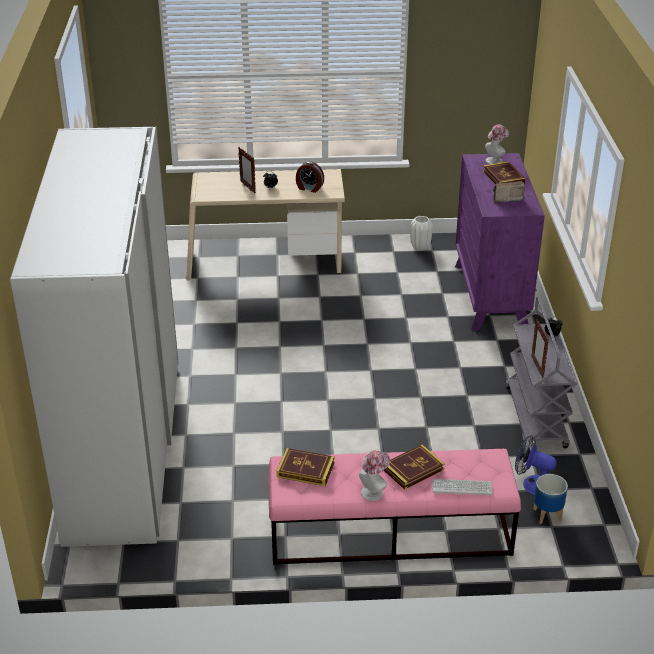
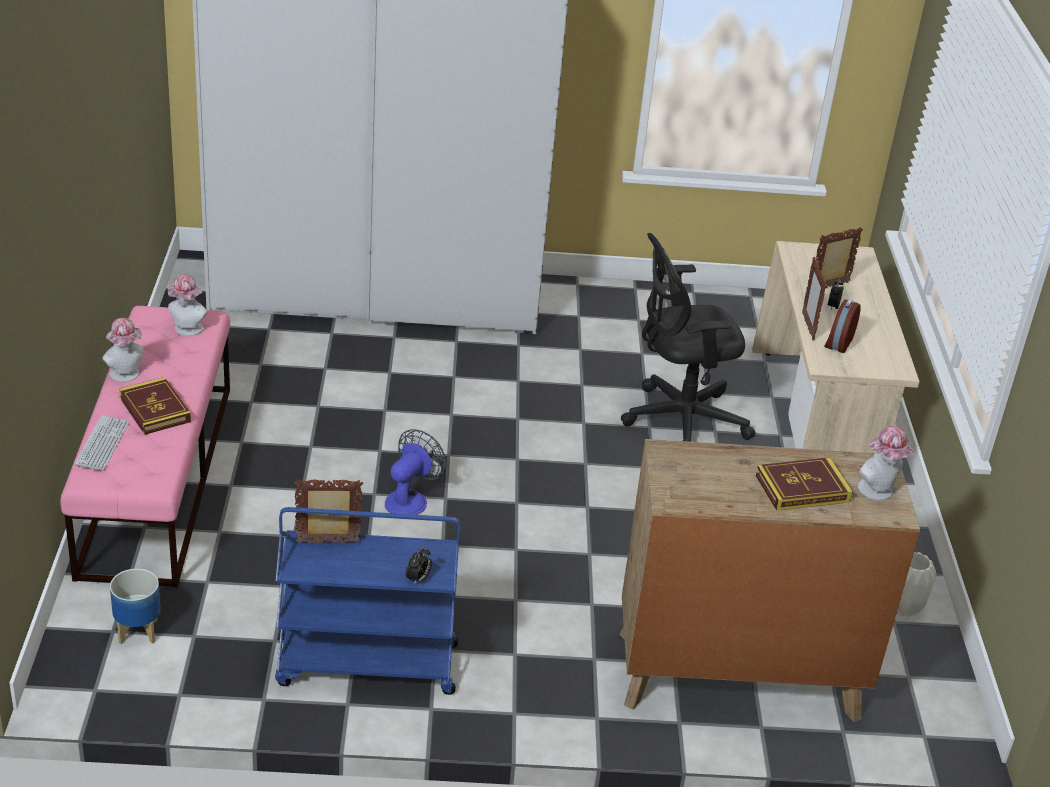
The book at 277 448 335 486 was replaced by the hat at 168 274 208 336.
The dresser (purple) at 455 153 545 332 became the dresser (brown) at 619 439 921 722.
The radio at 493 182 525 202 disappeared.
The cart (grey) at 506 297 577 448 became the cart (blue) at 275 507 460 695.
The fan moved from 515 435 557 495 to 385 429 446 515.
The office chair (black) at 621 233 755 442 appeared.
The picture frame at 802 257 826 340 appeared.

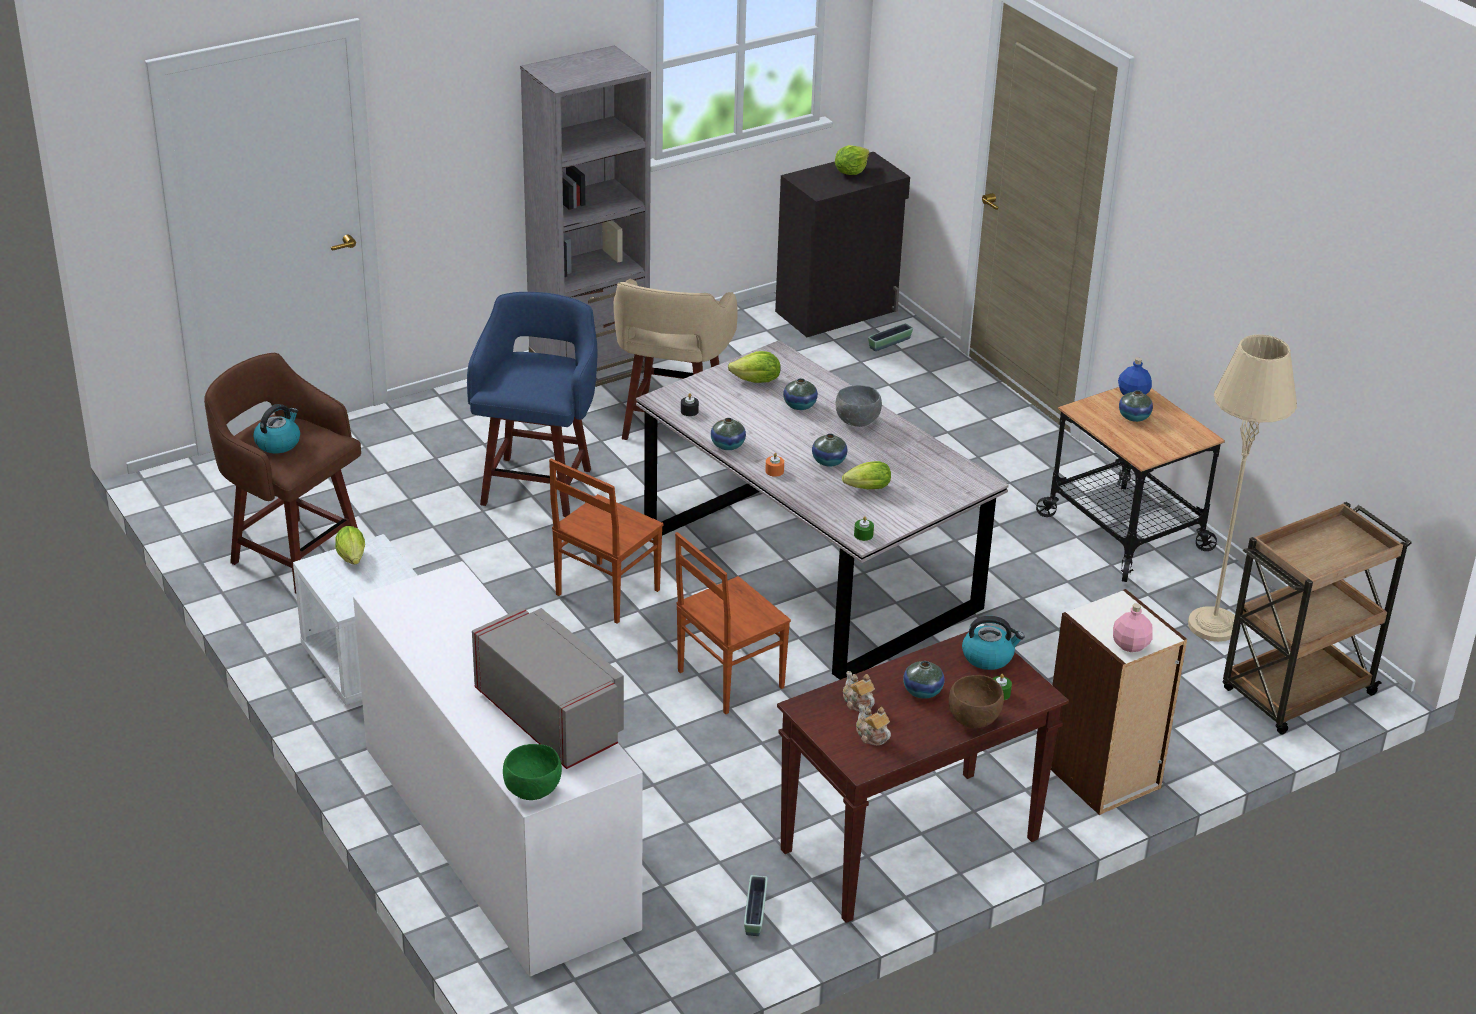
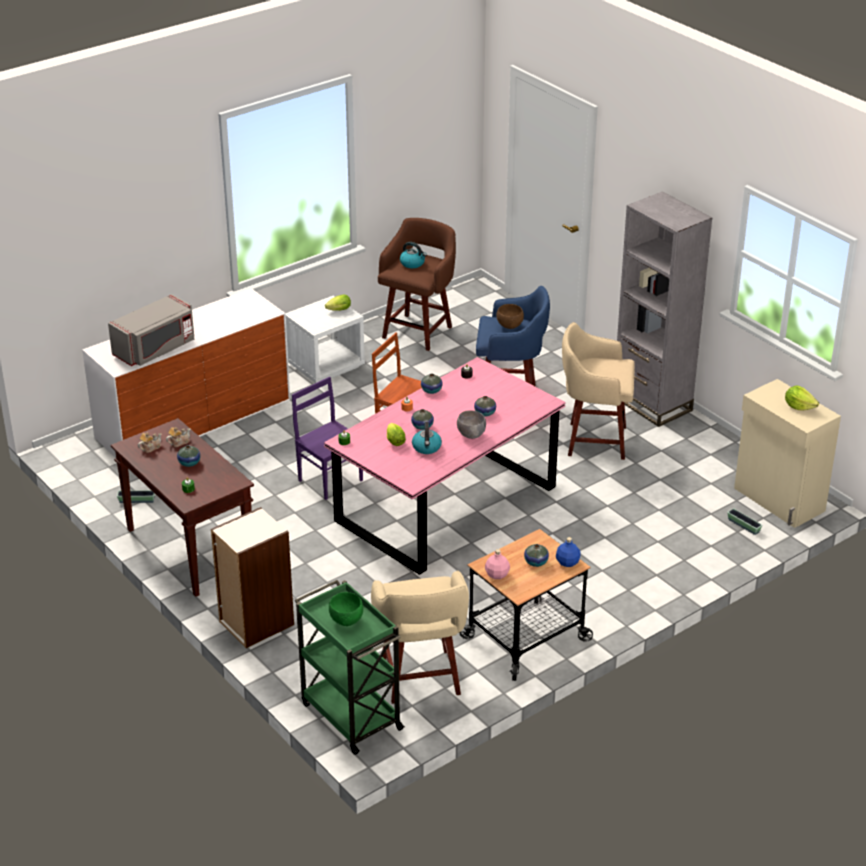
The bowl (green) moved from 503 744 562 800 to 329 592 363 626.
The dining table (grey) at 636 340 1009 680 became the dining table (pink) at 324 357 566 575.
The chair (brown) at 675 532 791 714 became the chair (purple) at 292 377 363 500.
The lettuce at 728 351 781 383 disappeared.
The cabinet (black) at 775 152 910 337 became the cabinet (beige) at 734 379 841 528.
The bowl (brown) moved from 949 675 1004 728 to 497 304 524 329.
The kettle moved from 962 616 1025 670 to 412 422 442 454.
The bottle (pink) moved from 1113 603 1153 652 to 485 549 510 579.
The floor lamp (beige) at 1188 334 1297 642 was replaced by the stool (beige) at 371 570 469 704.
The cart (brown) at 1223 502 1412 735 became the cart (green) at 295 580 405 755.

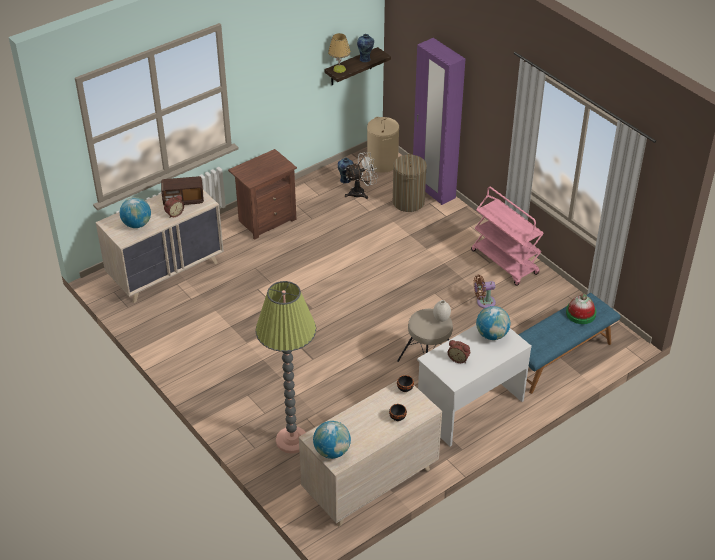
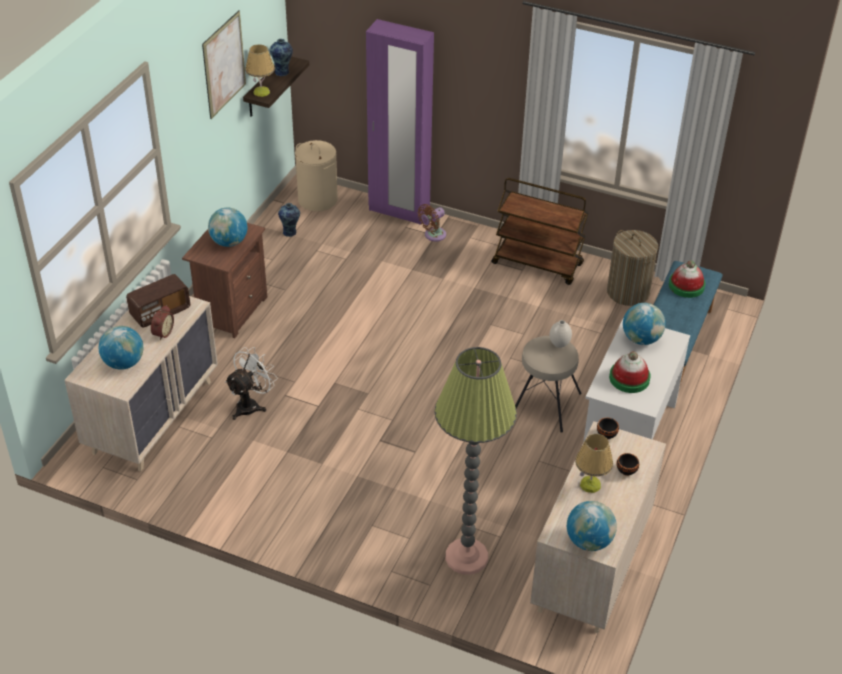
The fan (white) moved from 345 152 378 199 to 225 347 278 420.
The laundry basket moved from 393 154 427 212 to 607 230 658 306.
The alarm clock at 448 340 470 363 was replaced by the hat at 609 351 651 393.
The cart (pink) at 471 187 544 286 became the cart (brown) at 491 178 589 285.
The fan (brown) moved from 474 274 496 309 to 418 204 446 241.
The picture at 202 10 246 119 appeared.
The globe at 208 208 247 247 appeared.
The table lamp at 575 434 613 493 appeared.

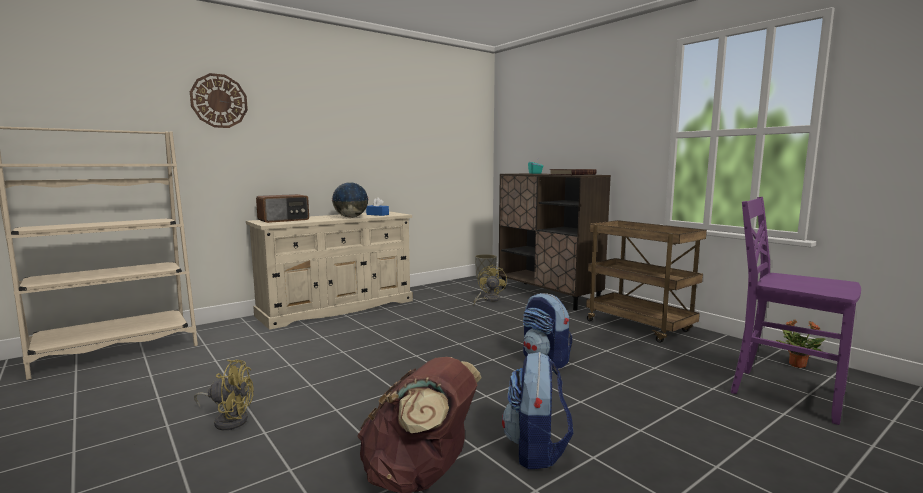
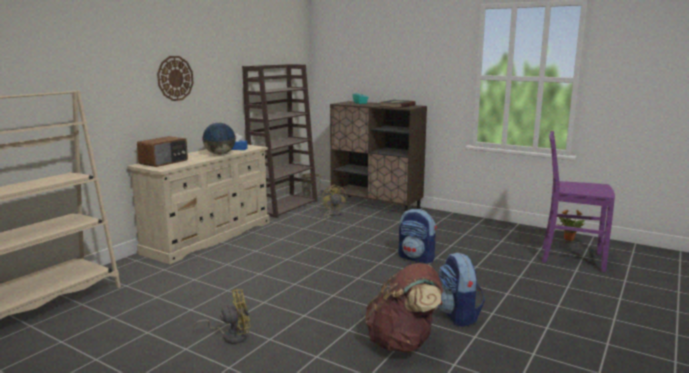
The wall clock moved from 190 73 248 128 to 157 56 193 101.
The cart (brown) at 586 220 707 343 disappeared.
The bookcase (brown) at 242 64 318 218 appeared.

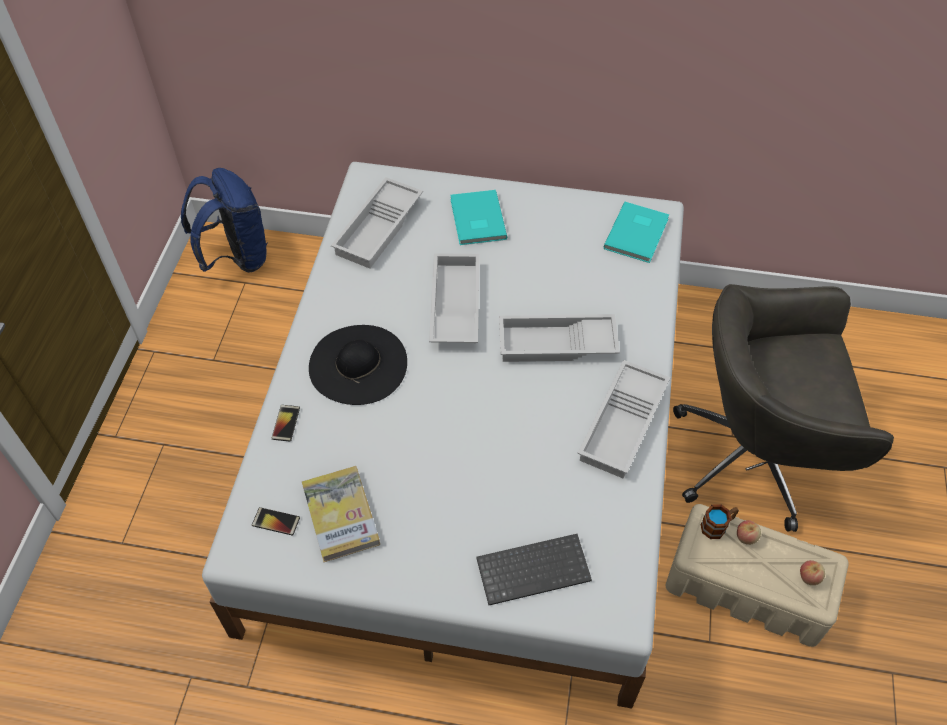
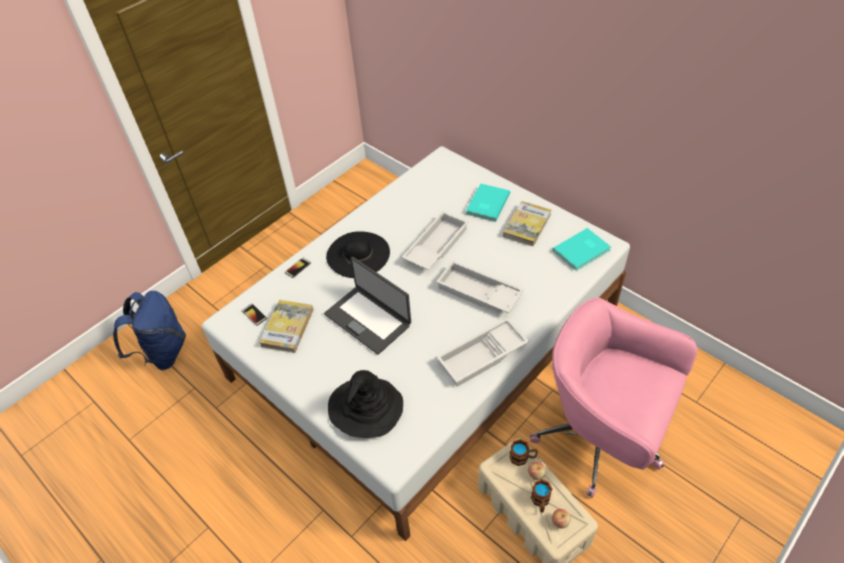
The backpack (blue) moved from 181 168 268 273 to 113 291 186 370.
The tray (white) at 331 177 423 268 disappeared.
The keyboard at 476 534 592 605 was replaced by the hat (black) at 328 370 403 438.
The office chair (grey) at 673 284 894 532 became the office chair (pink) at 530 298 697 498.
The laptop at 324 257 411 355 appeared.
The book at 503 201 552 247 appeared.
The mug at 531 479 552 512 appeared.

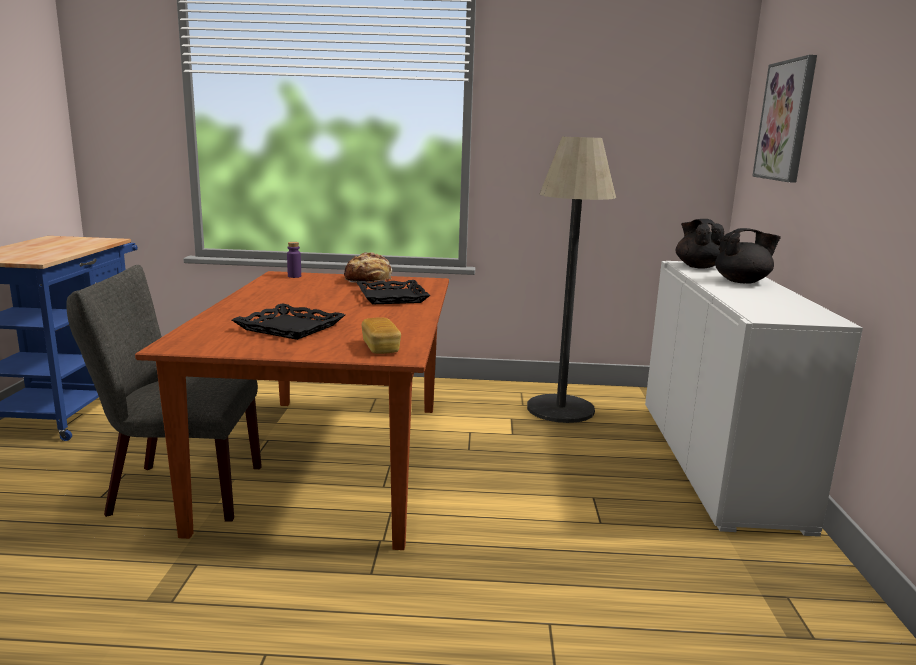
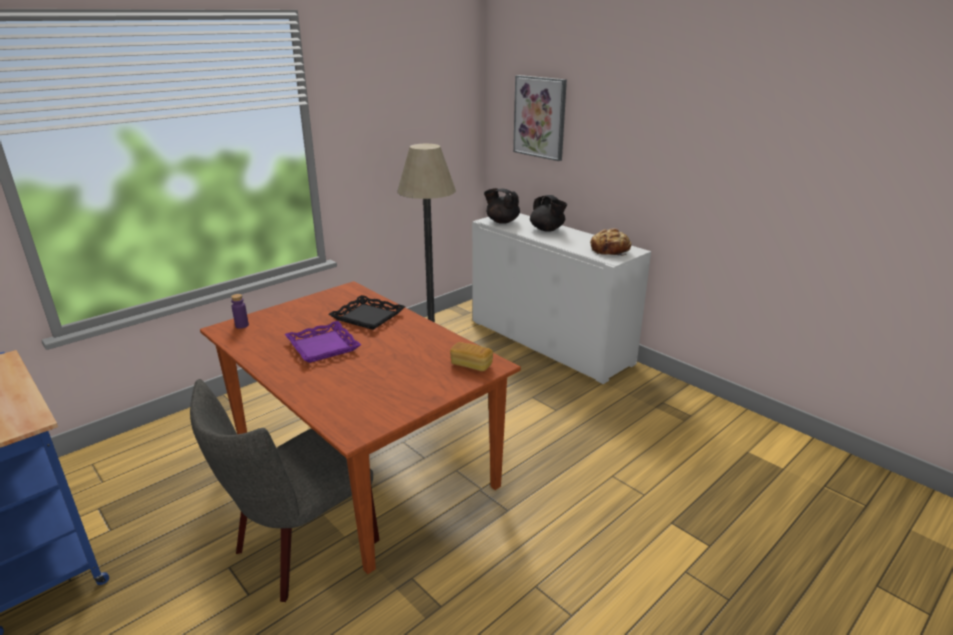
The tray (black) at 232 304 345 340 disappeared.
The bread moved from 344 252 392 283 to 590 228 631 256.
The teapot (black) at 715 228 781 283 turned 105 degrees clockwise.
The tray (purple) at 285 321 361 363 appeared.

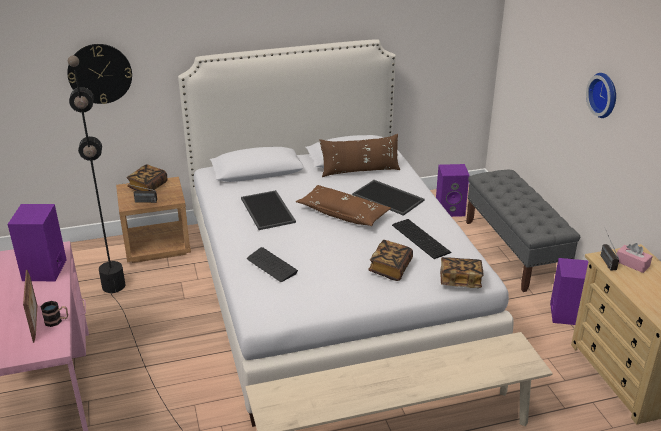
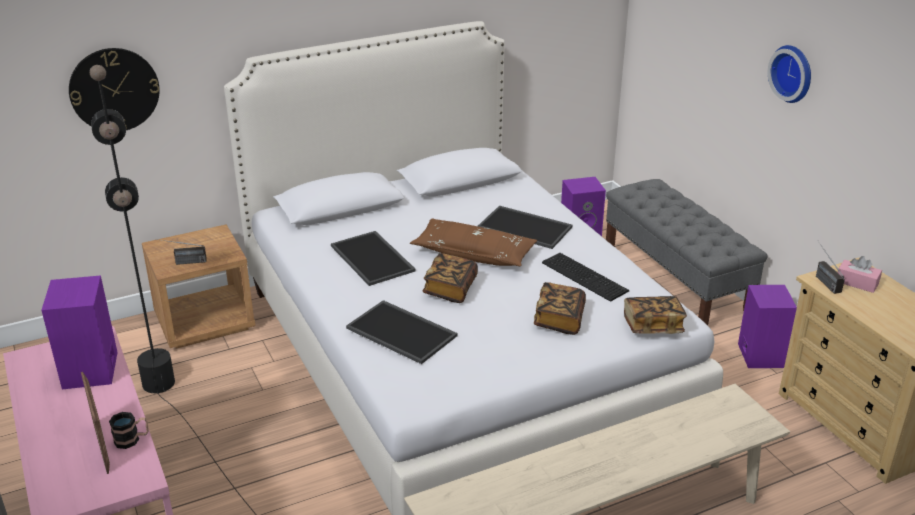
The book moved from 126 164 167 191 to 423 253 478 303.
The keyboard at 247 247 298 282 was replaced by the tray at 346 300 458 364.
The pillow (brown) at 319 134 400 177 disappeared.

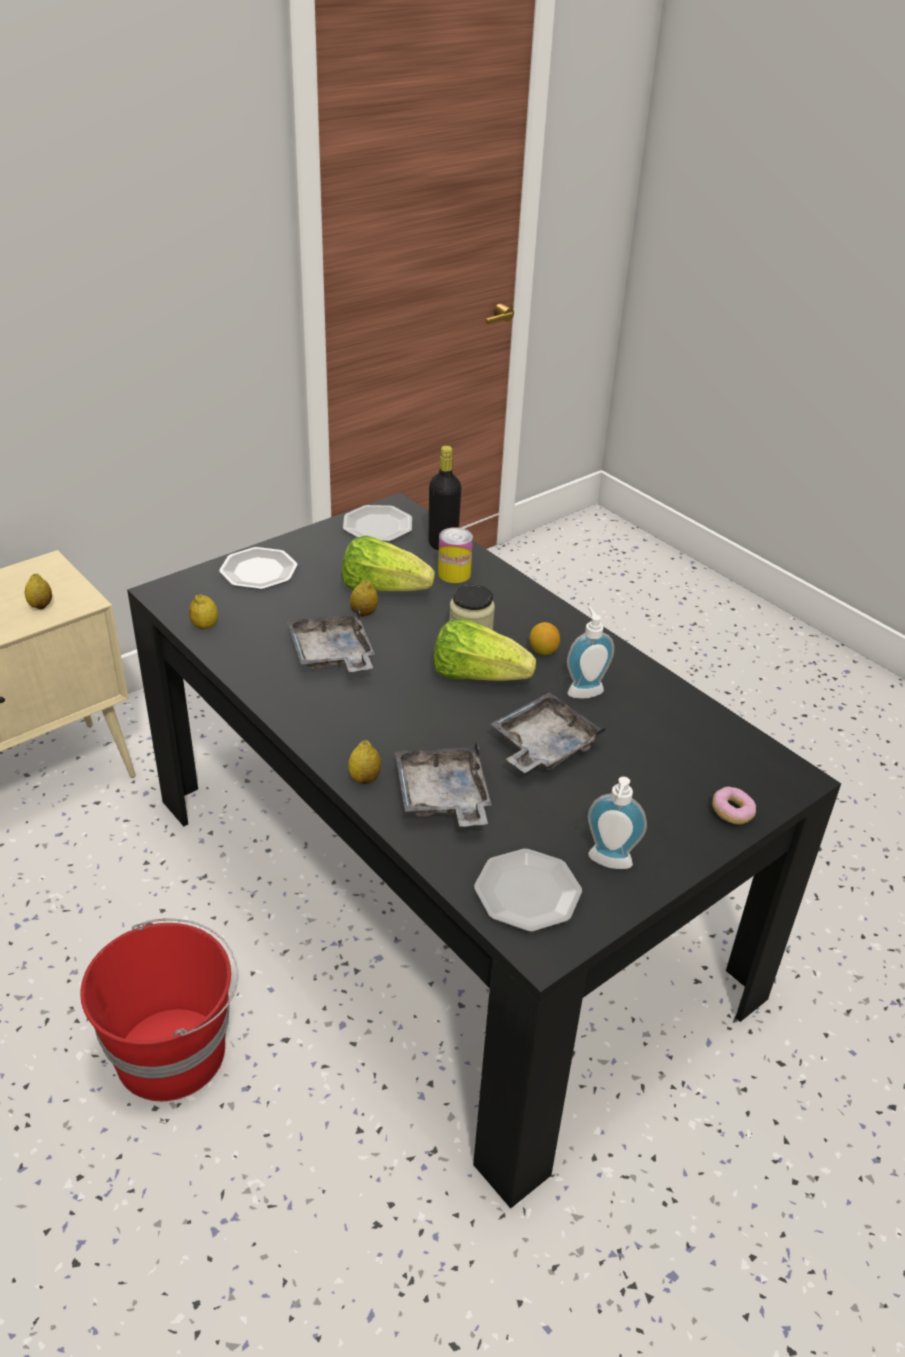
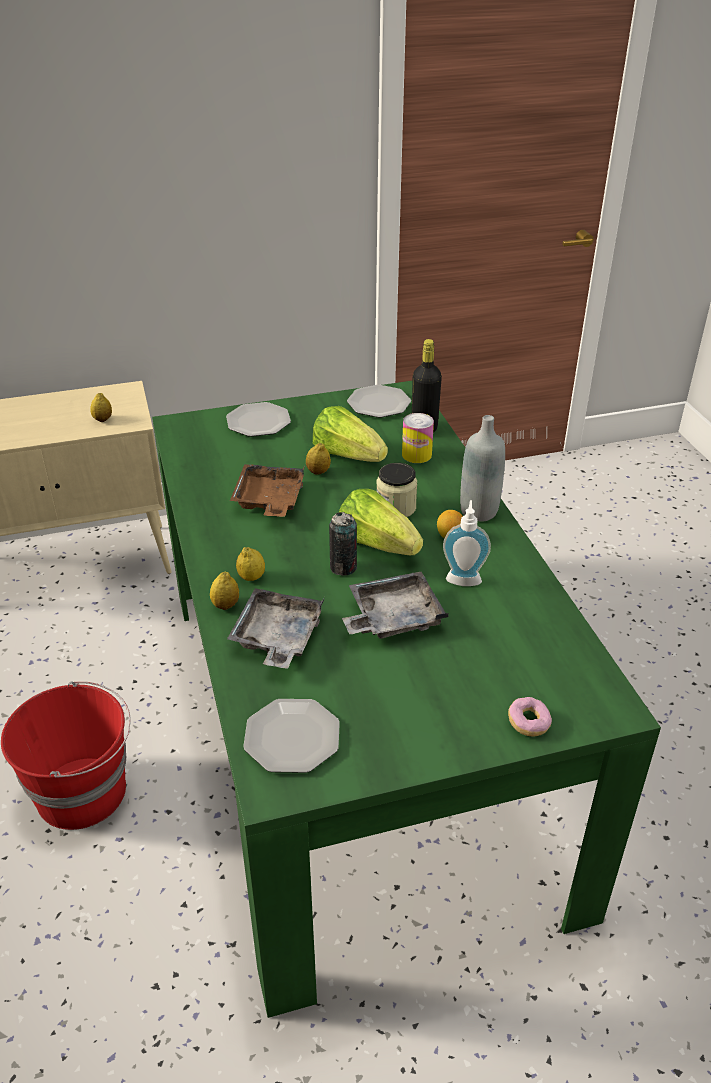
The dining table (black) at 127 493 841 1208 became the dining table (green) at 152 381 661 1018.
The lemon moved from 189 594 218 629 to 236 547 265 581.
The tray (grey) at 287 607 375 672 became the tray (brown) at 230 464 305 517.
The soap dispenser at 588 777 647 869 disappeared.
The can at 329 512 357 576 appeared.
The bottle (grey) at 460 415 505 522 appeared.

